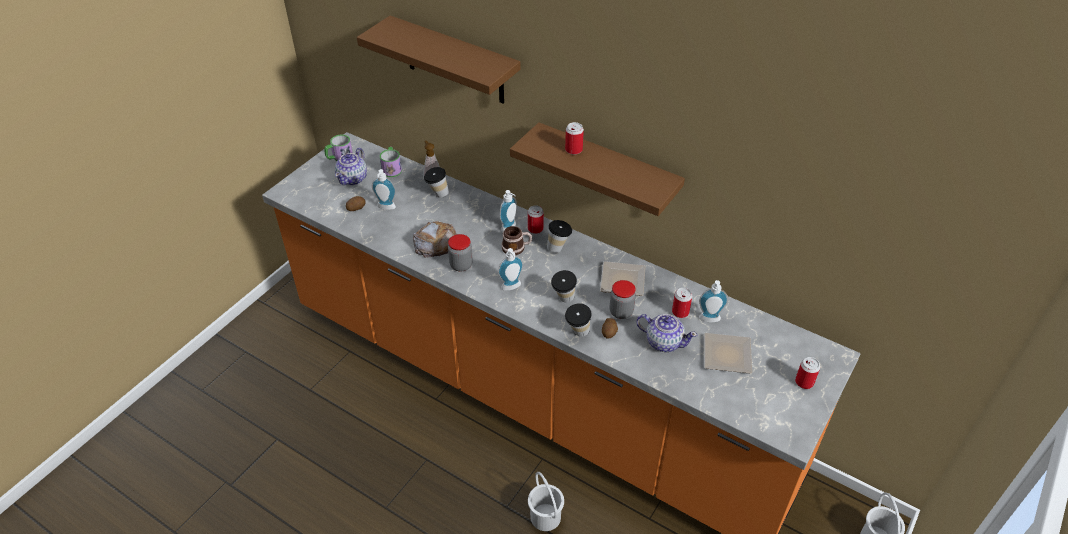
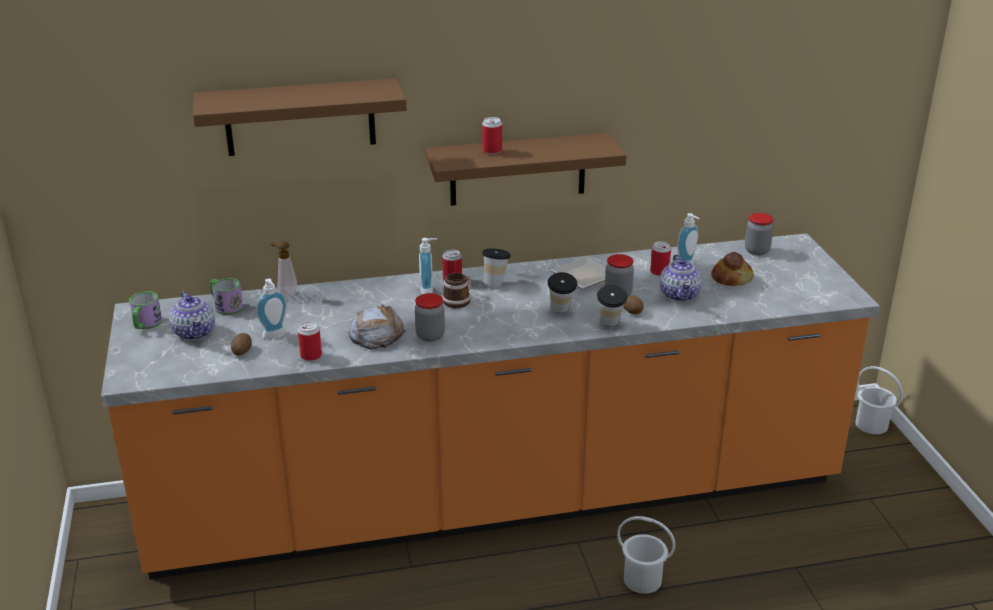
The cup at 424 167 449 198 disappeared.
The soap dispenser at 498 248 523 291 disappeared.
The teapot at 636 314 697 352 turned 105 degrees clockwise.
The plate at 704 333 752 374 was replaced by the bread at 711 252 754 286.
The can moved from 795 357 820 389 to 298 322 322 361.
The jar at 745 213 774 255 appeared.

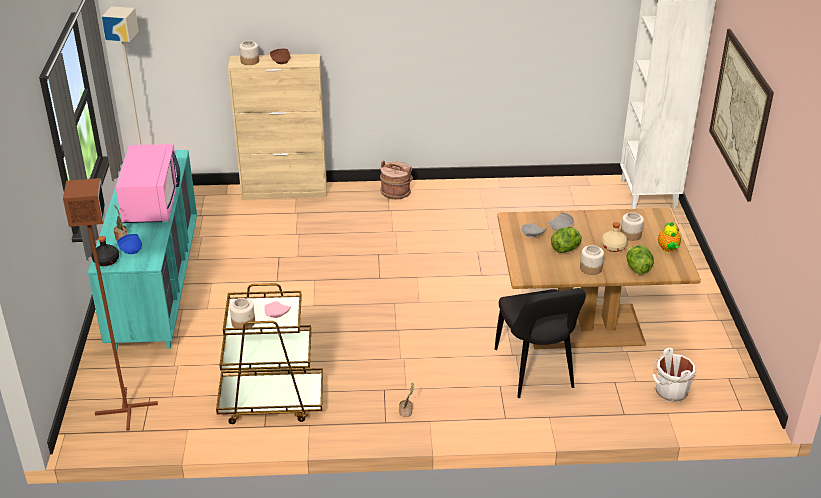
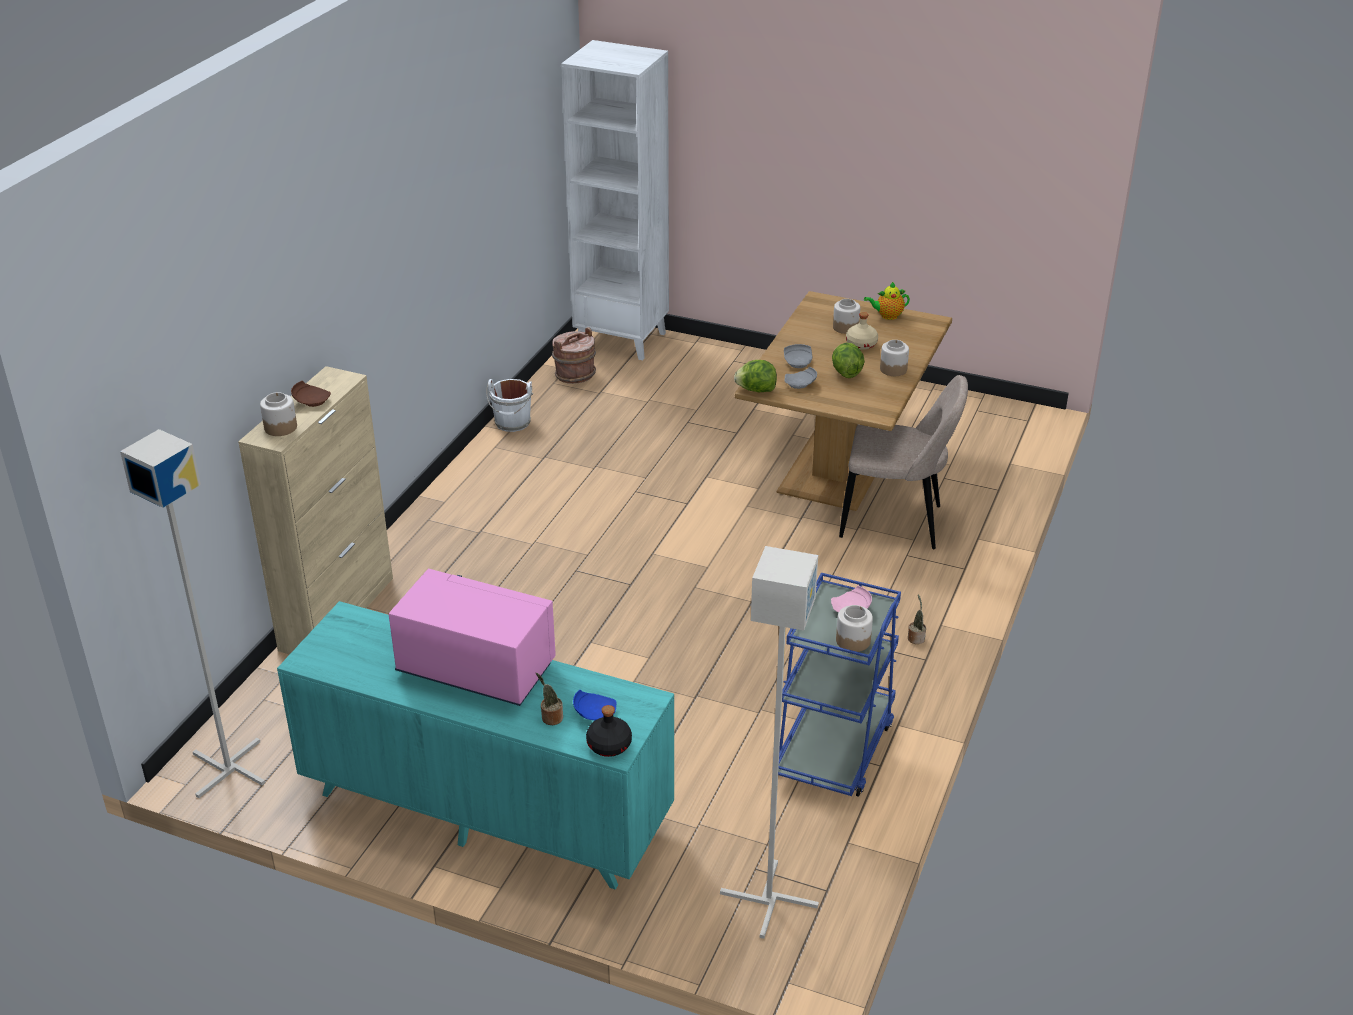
The floor lamp (brown) at 63 178 158 431 became the floor lamp (grey) at 720 546 819 939.
The cart (brown) at 216 283 323 424 became the cart (blue) at 778 573 901 797.
The bucket (brown) moved from 380 161 413 200 to 552 327 596 384.
The chair (black) at 495 288 586 398 became the chair (beige) at 839 375 968 549.
The lettuce moved from 626 245 654 274 to 734 360 777 392.
The bucket (white) moved from 653 348 696 402 to 486 379 533 432.
The teapot at 658 222 681 252 turned 150 degrees clockwise.
The picture at 709 29 774 202 disappeared.

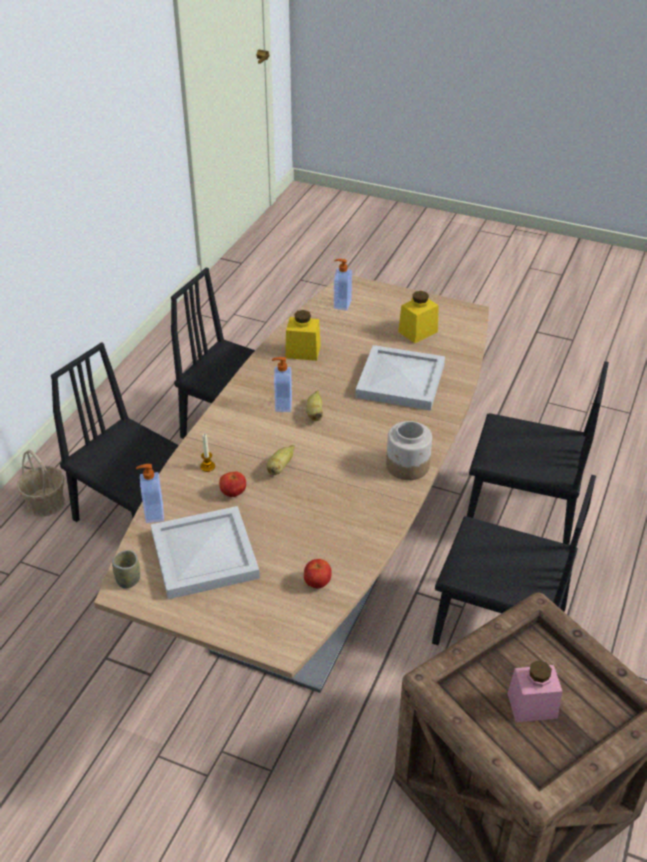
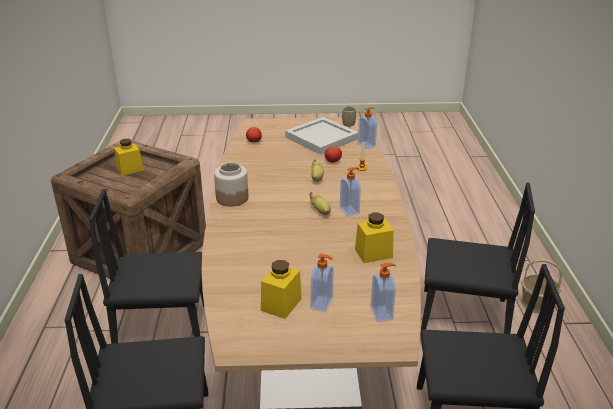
The tray (white) at 355 345 445 411 disappeared.
The jar (pink) at 508 661 562 722 became the jar (yellow) at 114 139 144 176.
The soap dispenser at 311 254 334 312 appeared.

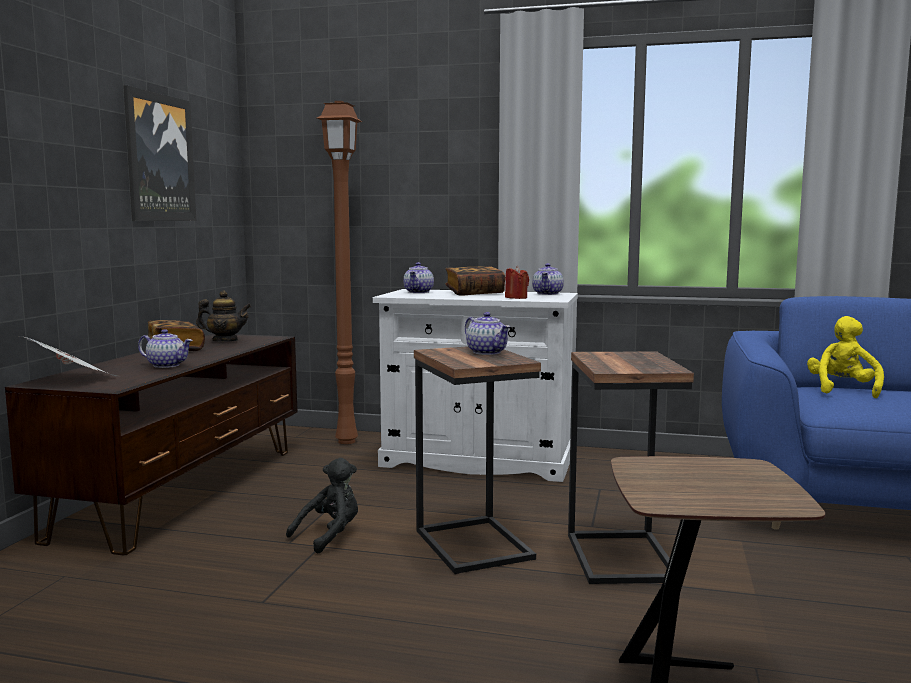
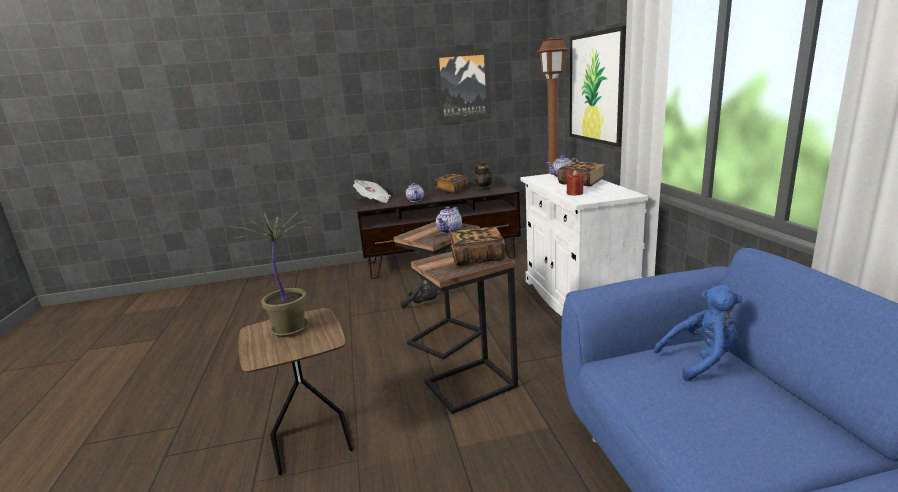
The teapot at 532 263 564 295 disappeared.
The plush toy (yellow) at 807 316 884 398 became the plush toy (blue) at 654 285 742 381.
The potted plant at 230 211 309 337 appeared.
The book at 449 227 505 266 appeared.
The picture at 570 26 626 147 appeared.

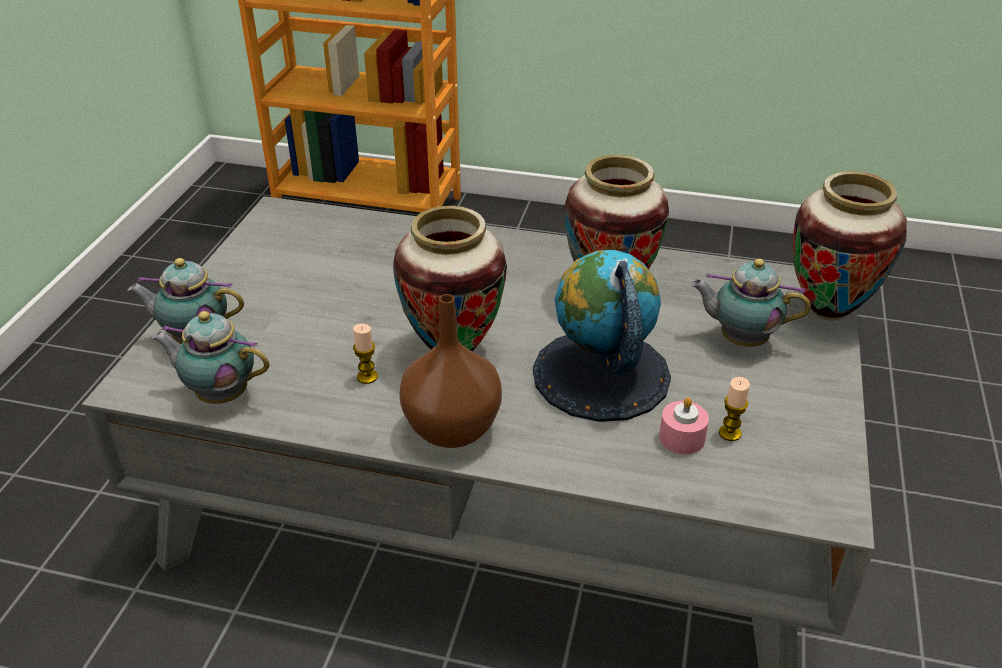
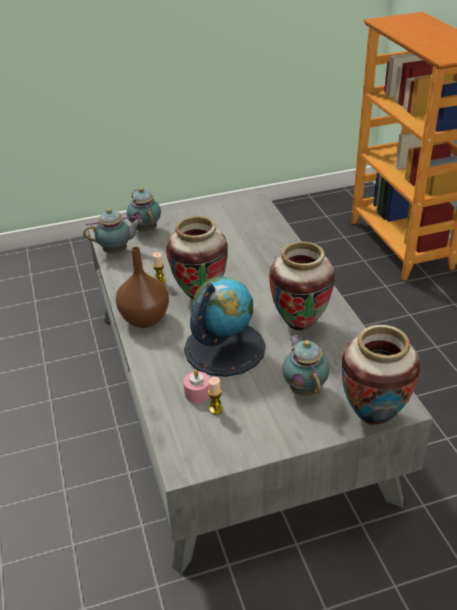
The teapot at 152 311 269 404 turned 90 degrees clockwise.

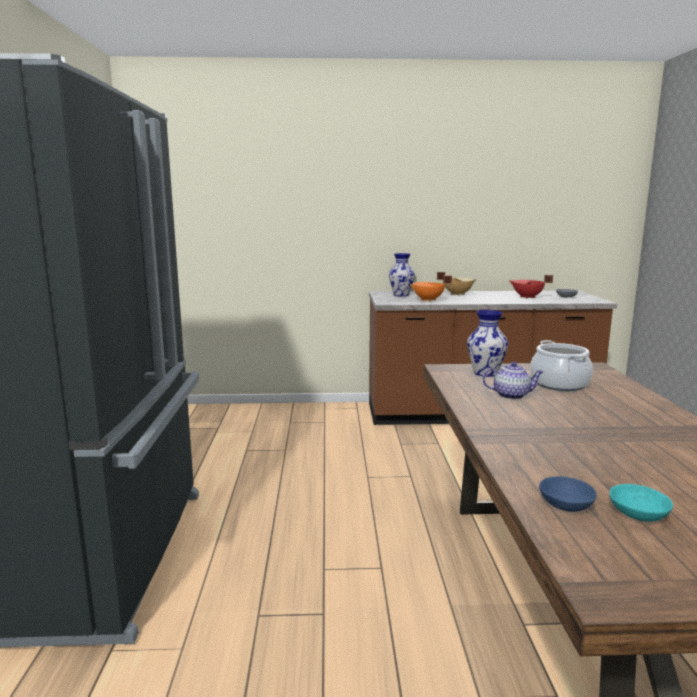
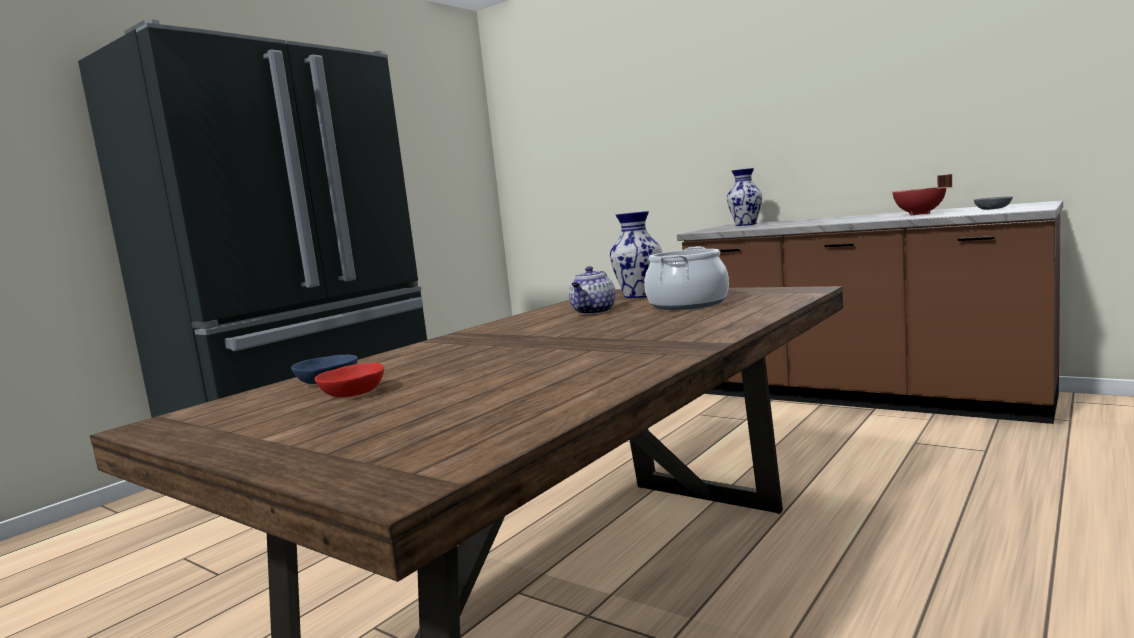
The cooking pot (orange) at 409 275 452 301 disappeared.
The cooking pot (beige) at 437 272 477 296 disappeared.
The teapot at 482 362 543 399 turned 75 degrees clockwise.
The bowl (turquoise) at 610 484 673 522 became the bowl (red) at 315 363 384 397.

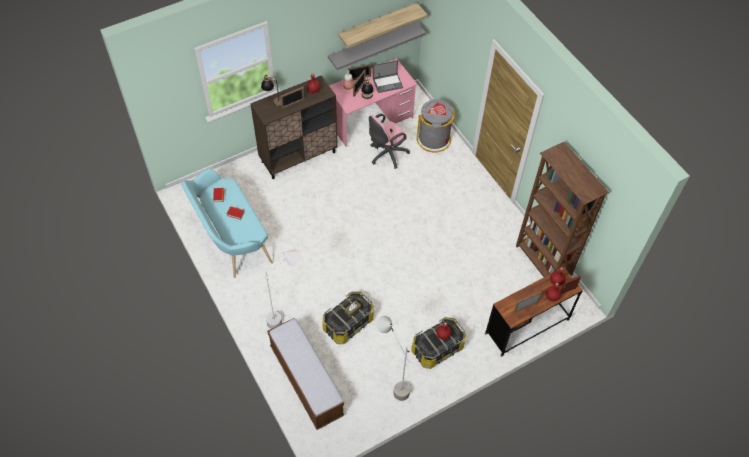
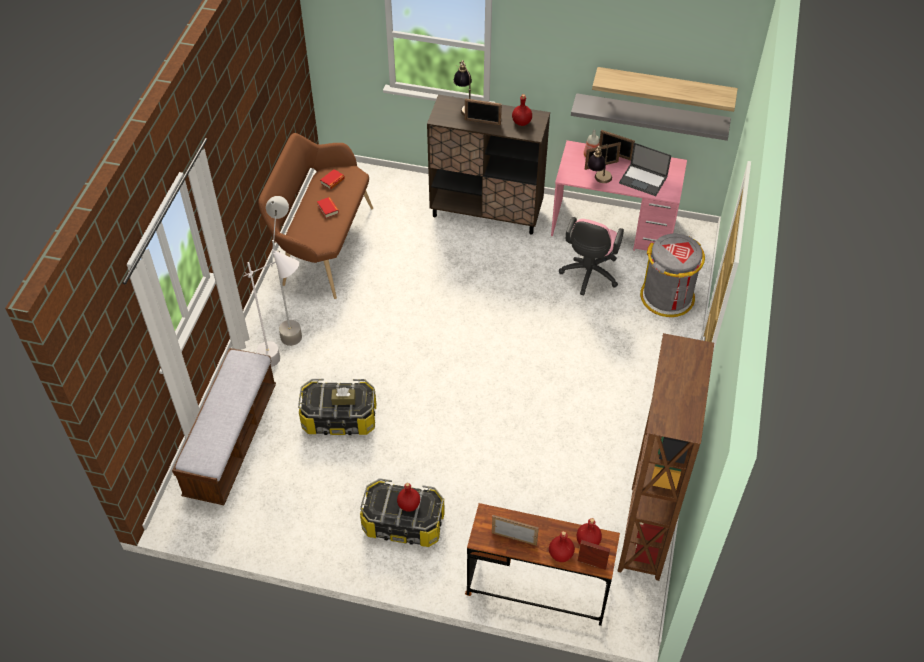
The bench (turquoise) at 181 169 273 278 became the bench (brown) at 258 133 373 299.
The office chair (pink) at 369 114 410 169 turned 75 degrees counterclockwise.
The floor lamp (grey) moved from 376 316 411 401 to 266 196 302 346.

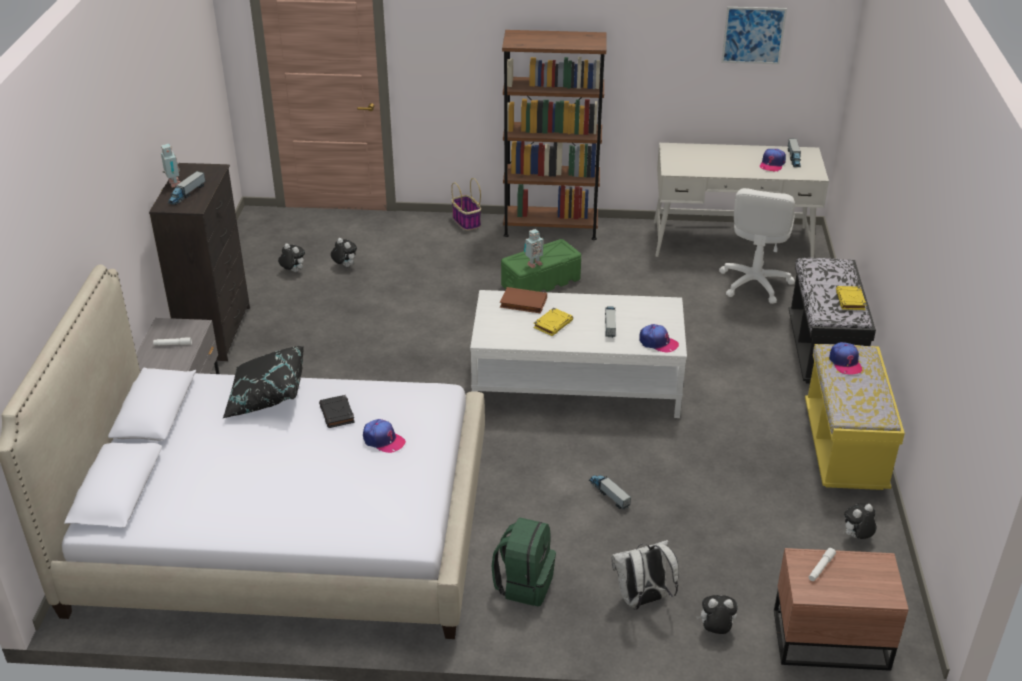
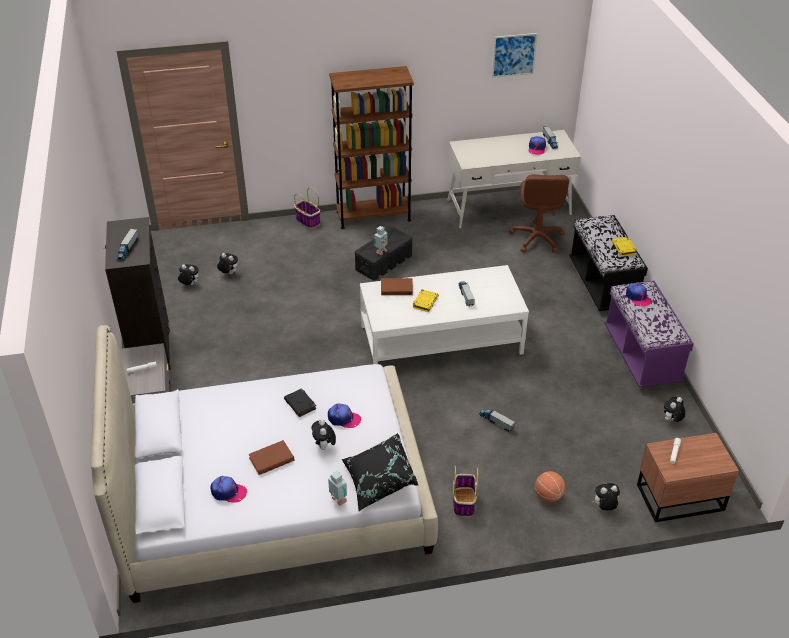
The toy robot moved from 161 144 180 187 to 328 471 347 506.
The pillow (black) moved from 222 346 304 419 to 342 433 418 511.
The backpack (green) at 492 518 556 606 was replaced by the basket at 453 466 478 517.
The storage box (green) at 501 239 581 292 became the storage box (black) at 355 227 412 281.
The backpack (white) at 612 540 679 610 was replaced by the basketball at 535 471 565 502.
The cap moved from 639 324 679 352 to 211 476 247 503.
The office chair (white) at 719 188 795 304 became the office chair (brown) at 509 174 569 253.
The bench (yellow) at 805 344 905 490 became the bench (purple) at 604 281 694 388.
The book (brown) at 248 440 294 475 appeared.
The plush toy at 311 420 336 450 appeared.

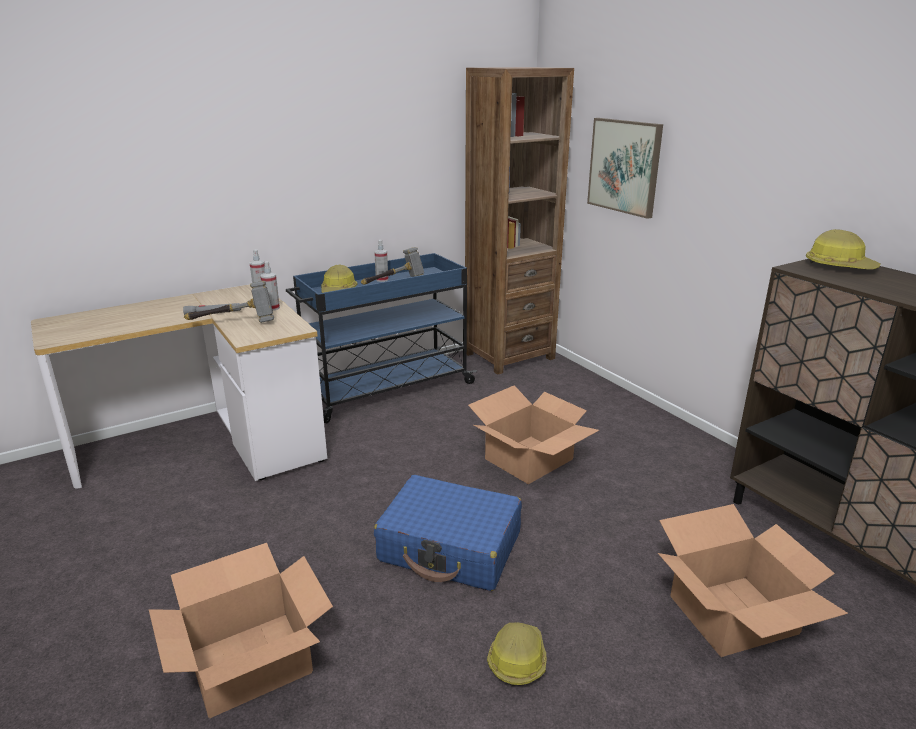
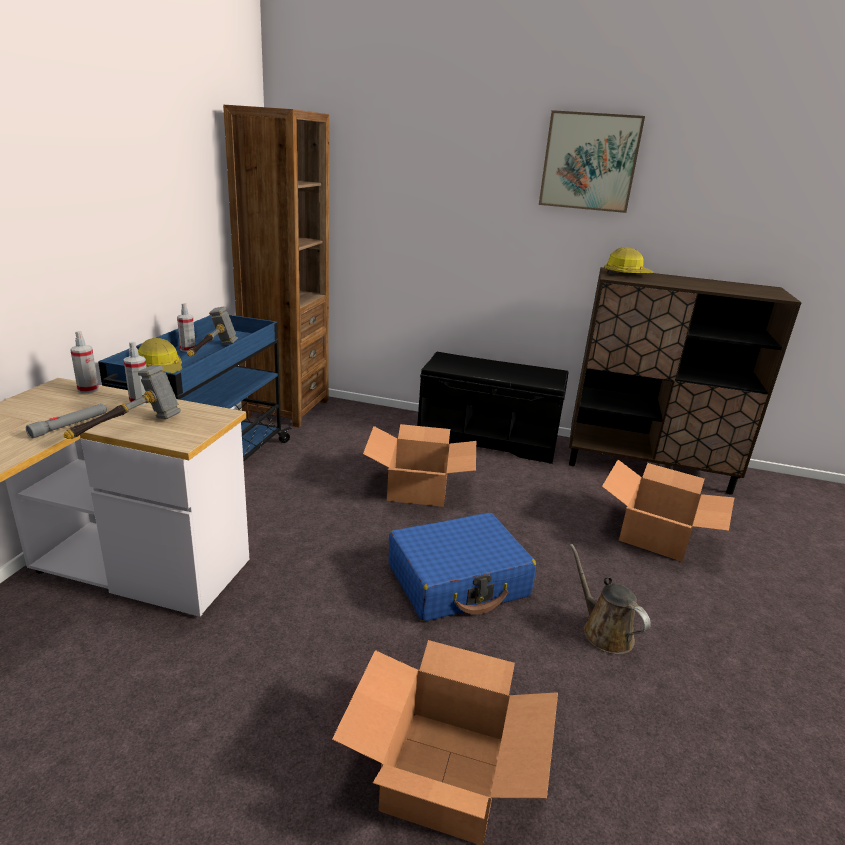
The hard hat at 487 622 546 686 was replaced by the watering can (brown) at 570 544 651 654.
The picture moved from 587 118 663 219 to 539 110 645 213.
The bench (black) at 417 352 568 464 appeared.

